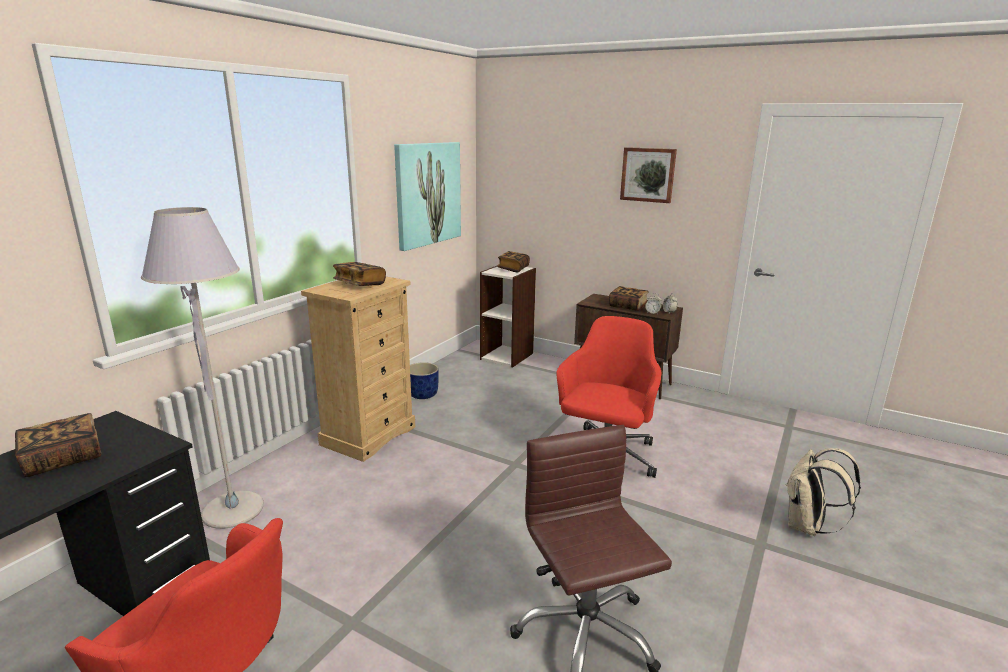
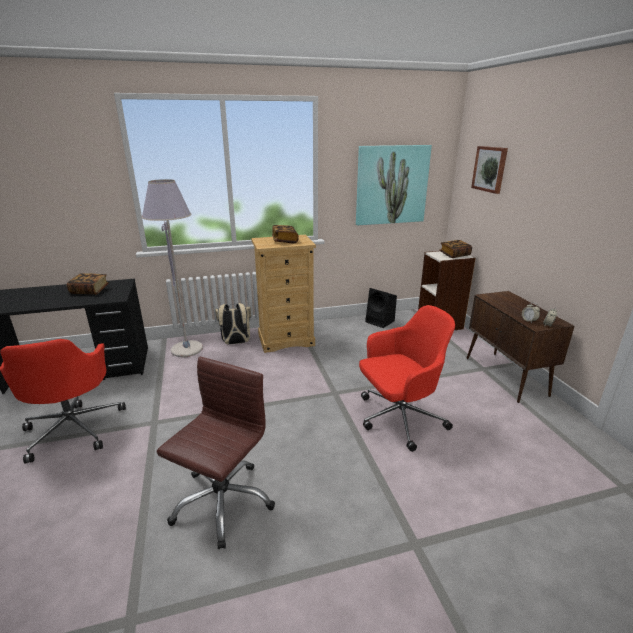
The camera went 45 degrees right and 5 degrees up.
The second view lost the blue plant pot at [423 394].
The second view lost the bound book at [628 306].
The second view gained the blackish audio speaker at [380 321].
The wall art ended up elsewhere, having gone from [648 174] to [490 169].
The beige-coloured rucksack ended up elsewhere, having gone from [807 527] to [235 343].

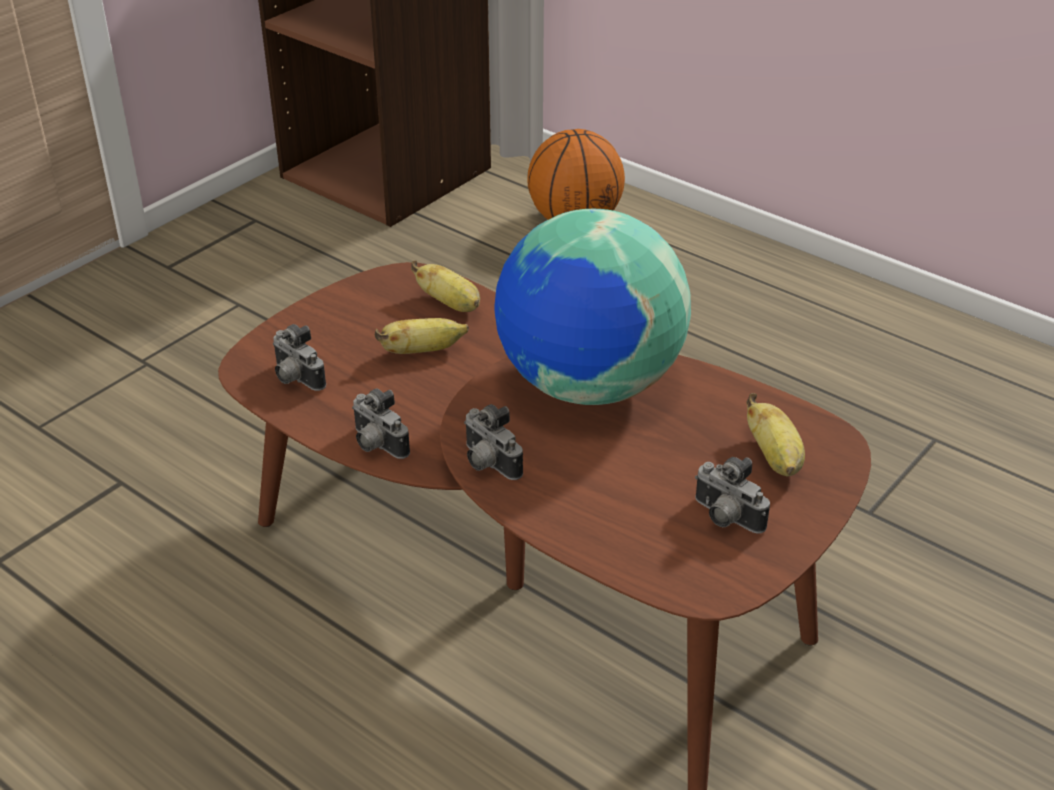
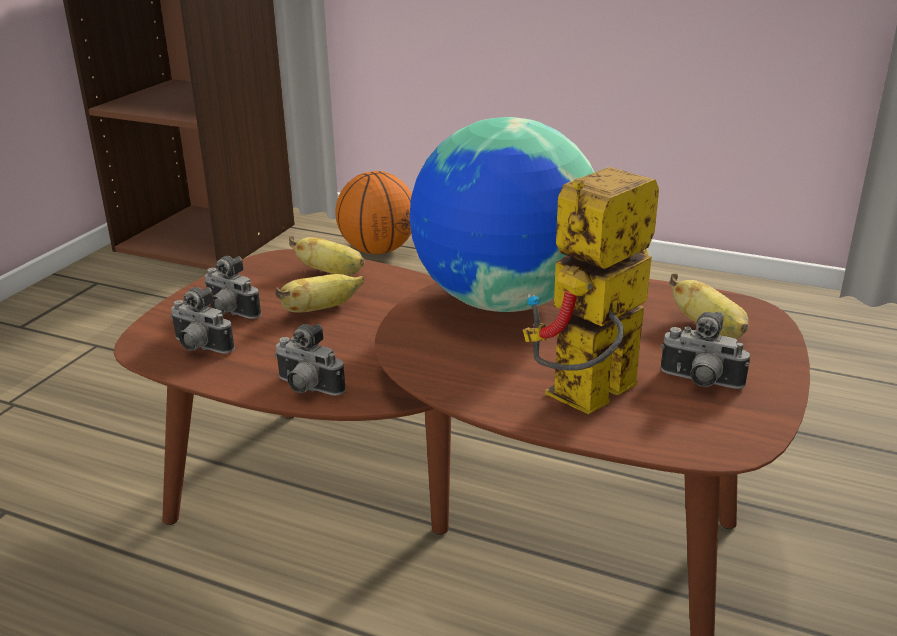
The camera went 15 degrees left and 10 degrees down.
The second view gained the model robot at [586 401].
The still camera ended up elsewhere, having gone from [487 464] to [229 313].

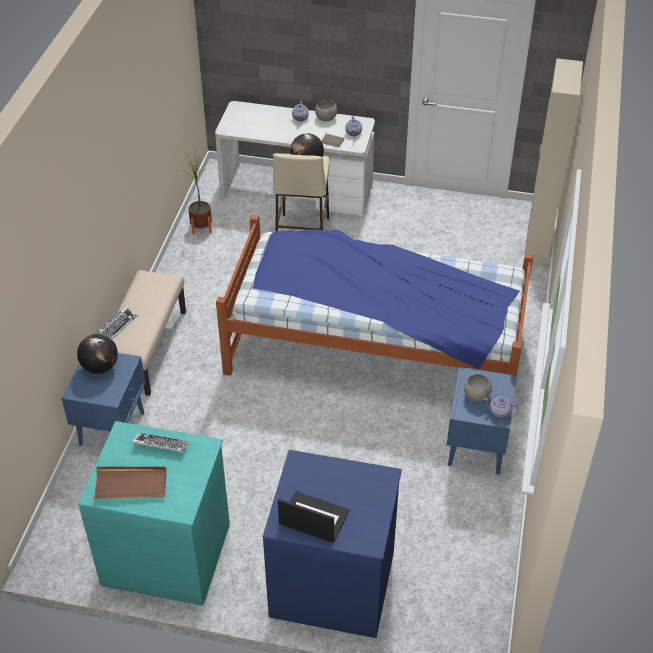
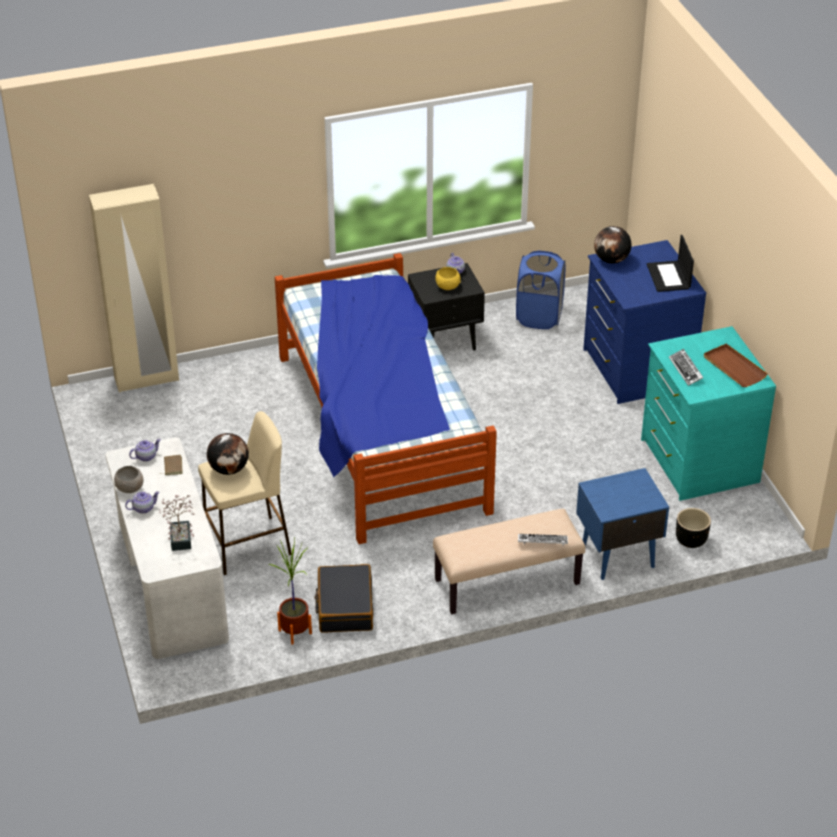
The camera went 120 degrees left and 5 degrees down.
The second view gained the houseplant at [181 536].
The second view gained the blackish travel case at [345 607].
The second view gained the blue washing basket at [539 317].
The second view gained the blackish plant pot at [691 541].
The world globe ended up elsewhere, having gone from [100 367] to [611 260].
What was the blue nightstand at [476 449] turned into the blackish nightstand at [446 341].
What was the greyish serving bowl at [477 395] turned into the yellowish serving bowl at [447 286].

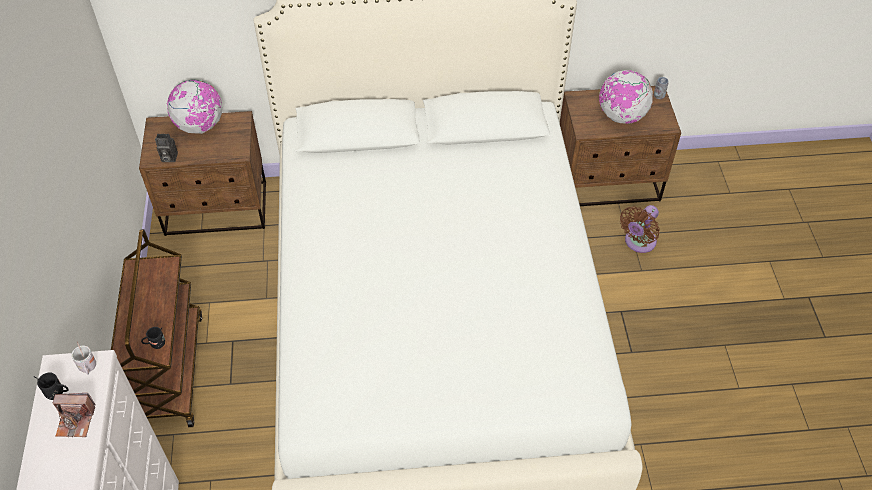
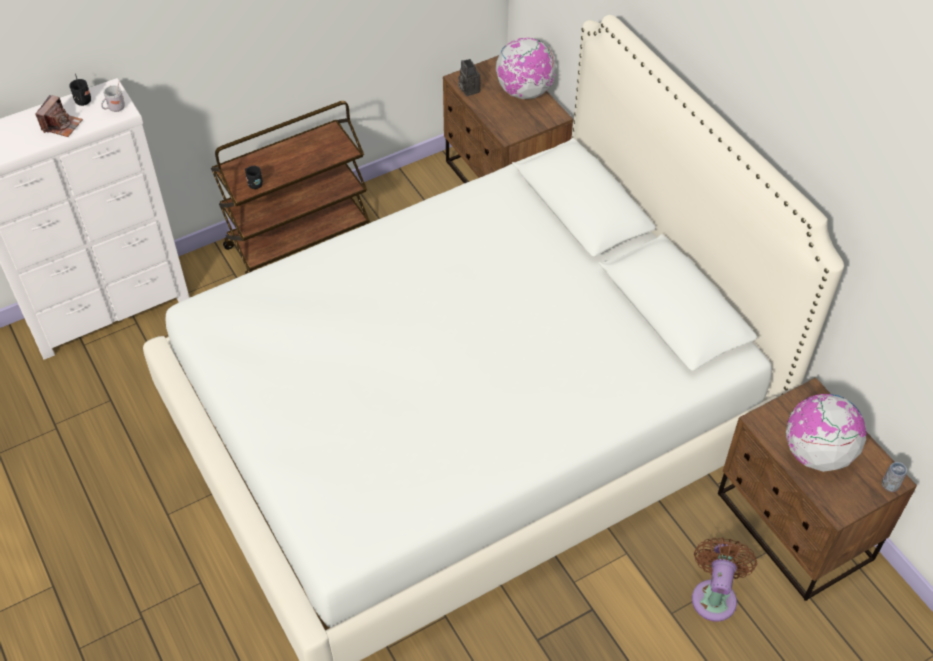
The camera went 65 degrees right and 0 degrees up.
The still camera at [76 421] ended up facing another way, 135 degrees counterclockwise from before.
The brownish cooling fan at [638 242] ended up facing another way, 90 degrees clockwise from before.

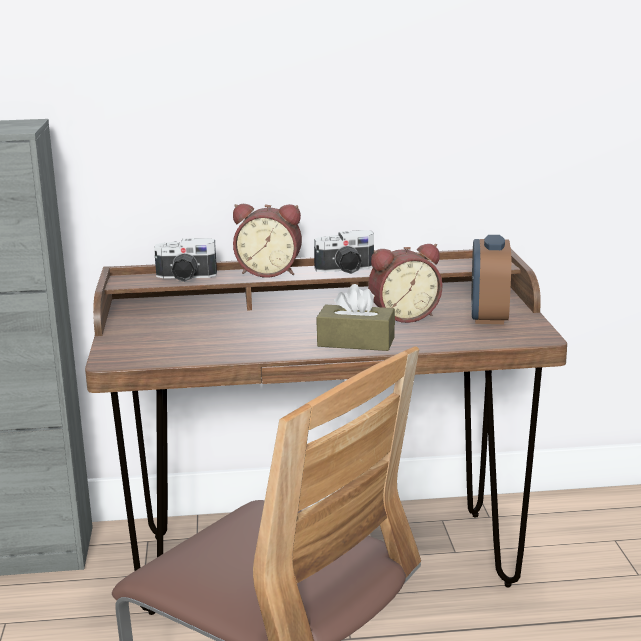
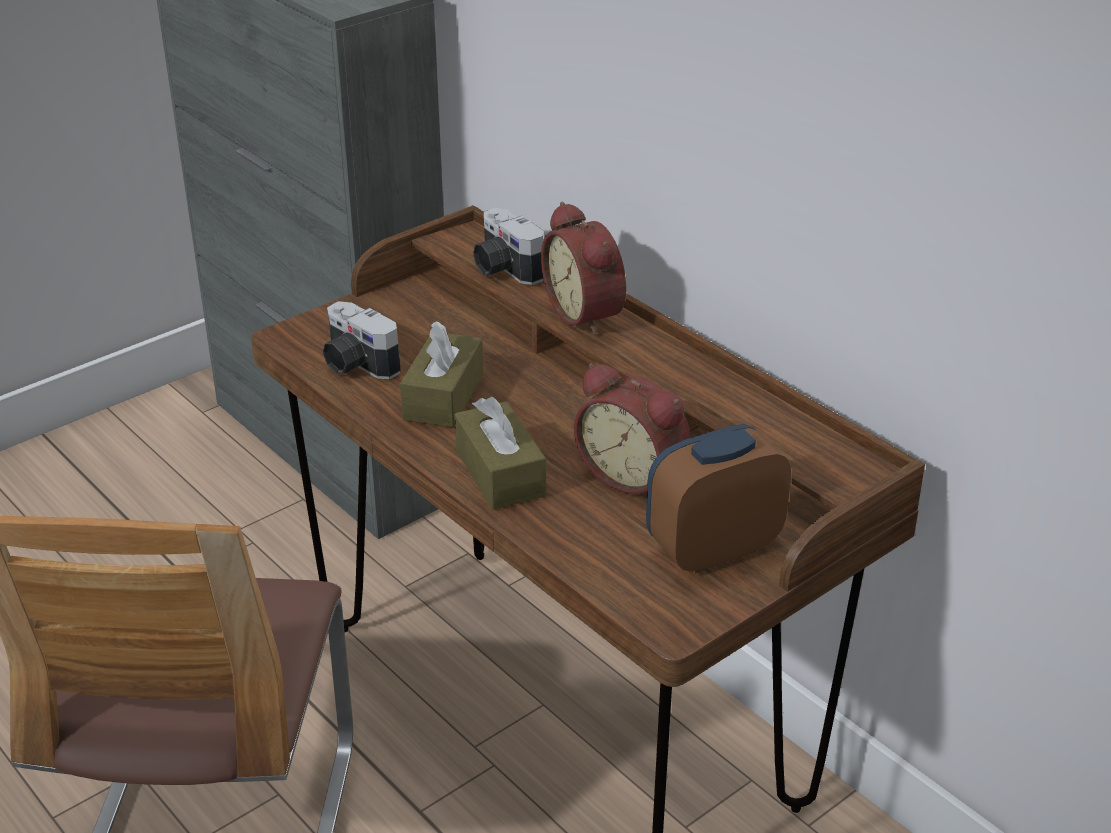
The camera went 55 degrees right and 15 degrees up.
The second view gained the brownish box of tissues at [443 396].
The still camera ended up elsewhere, having gone from [346 270] to [356 364].

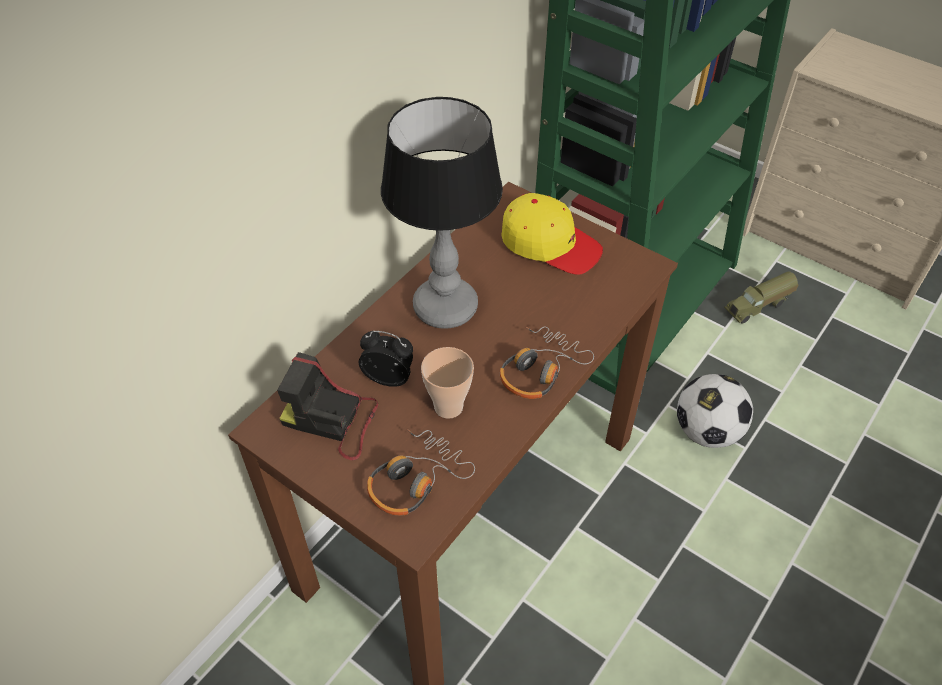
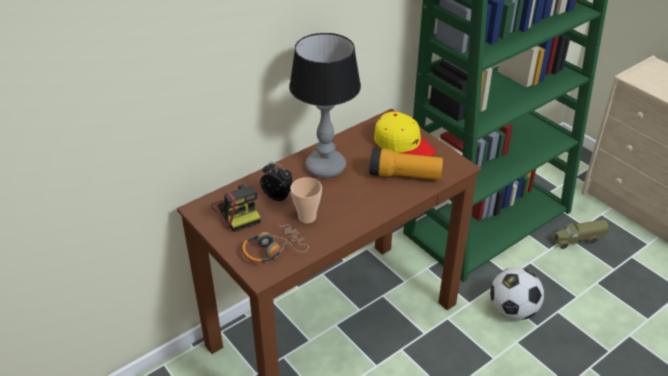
The camera went 15 degrees right and 10 degrees down.
The second view lost the headphones at [540 370].
The second view gained the hand torch at [405 175].
The still camera at [332 420] ended up facing another way, 150 degrees counterclockwise from before.

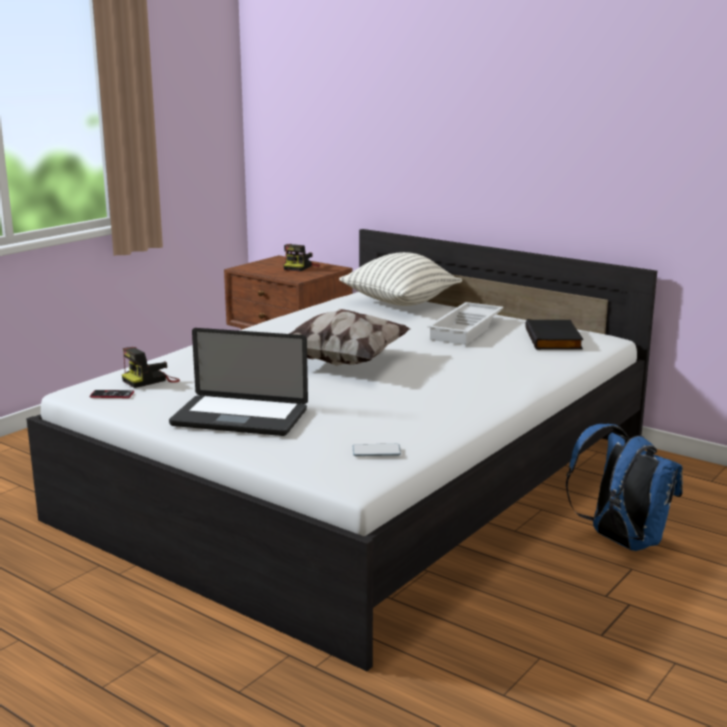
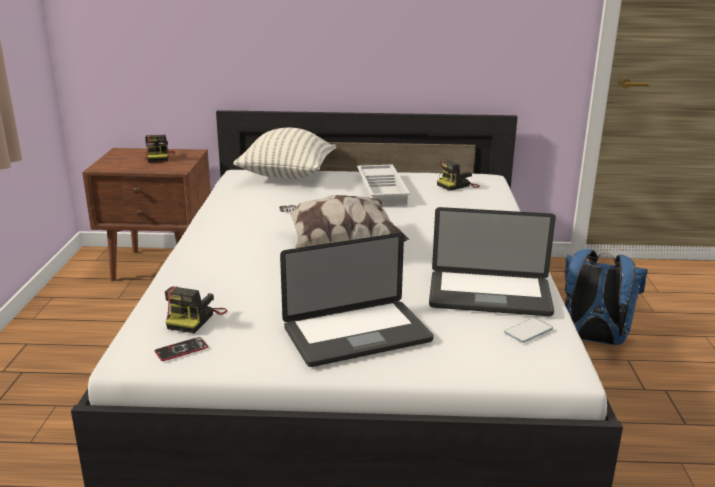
The camera went 35 degrees left and 5 degrees up.
The second view gained the portable computer at [489 295].
Where the blackish bound book stood at [555 339], the still camera came to stand at [457 185].

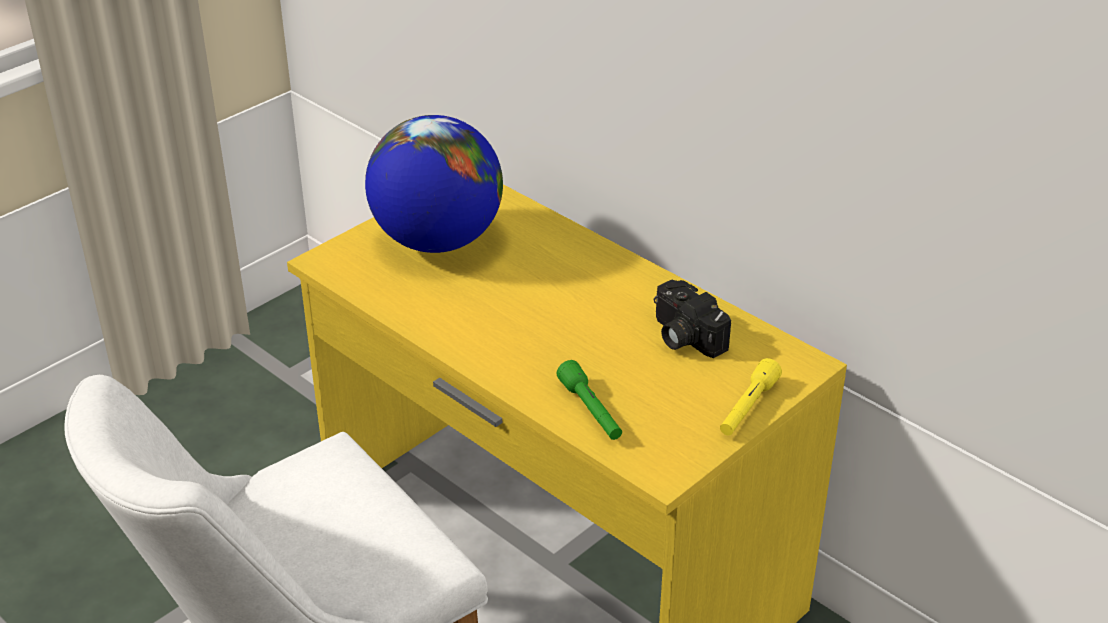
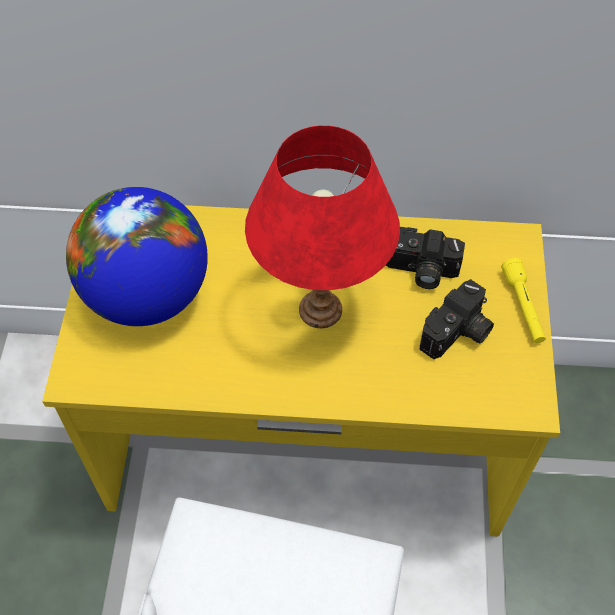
The camera went 40 degrees left and 20 degrees up.
The second view lost the greenish hand torch at [591 411].
The second view gained the reddish lamp for a table at [321 310].
The second view gained the still camera at [457 334].

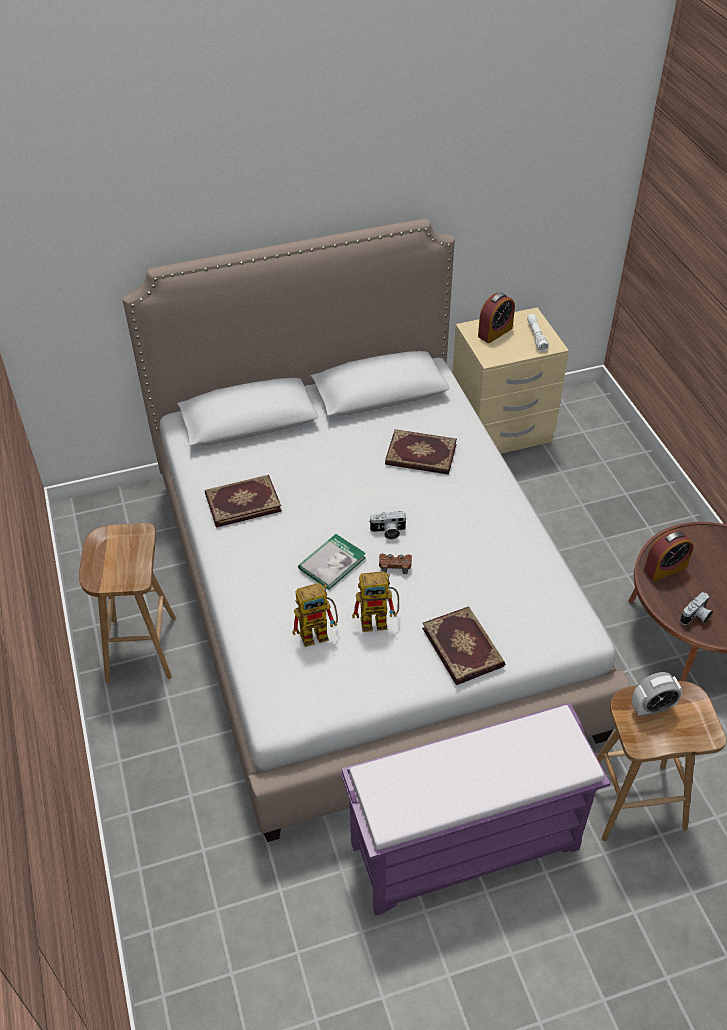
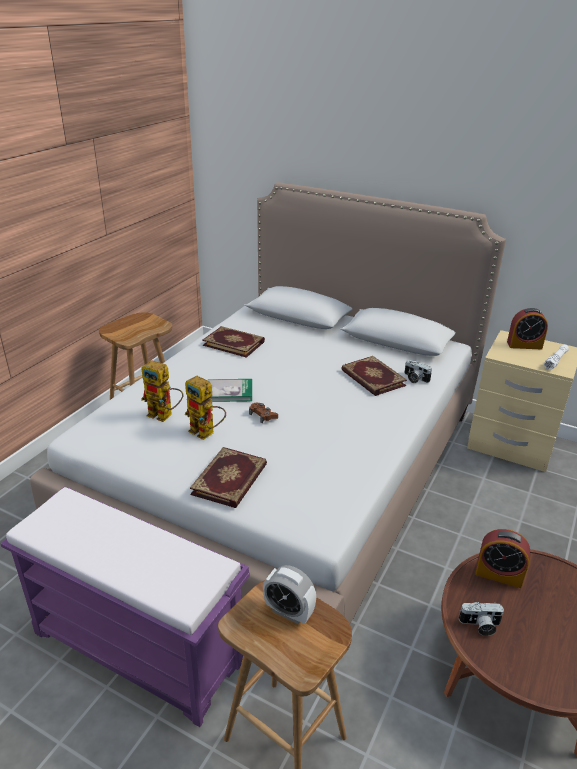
The camera went 45 degrees right and 15 degrees down.
The still camera ended up elsewhere, having gone from [388 532] to [414 379].

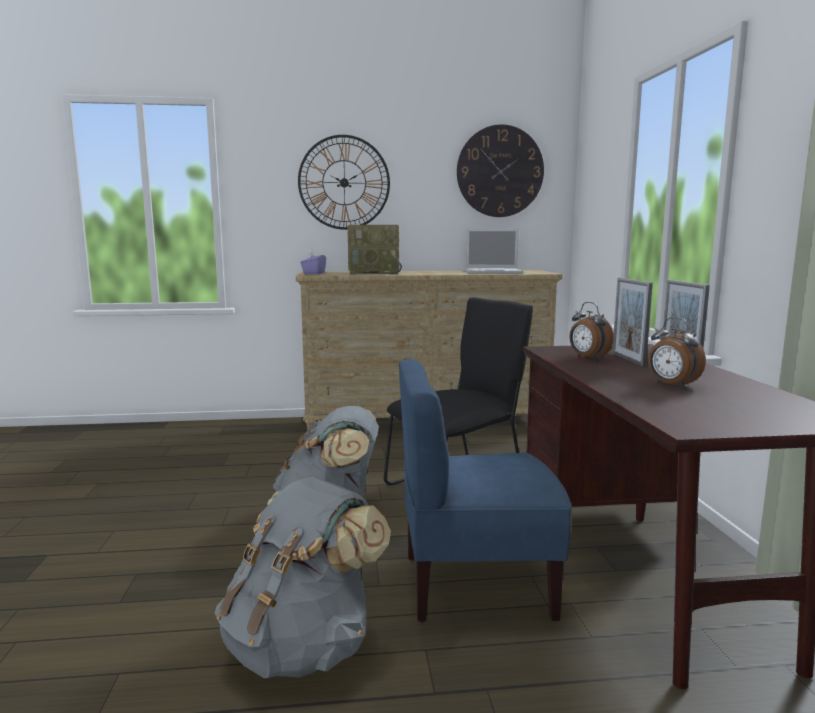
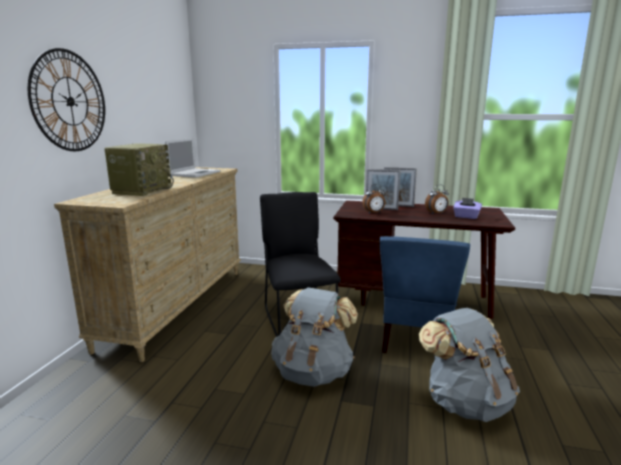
The camera went 70 degrees left and 5 degrees up.
The second view lost the wall clock at [500 171].
The purplish box of tissues ended up elsewhere, having gone from [313 273] to [466 217].

